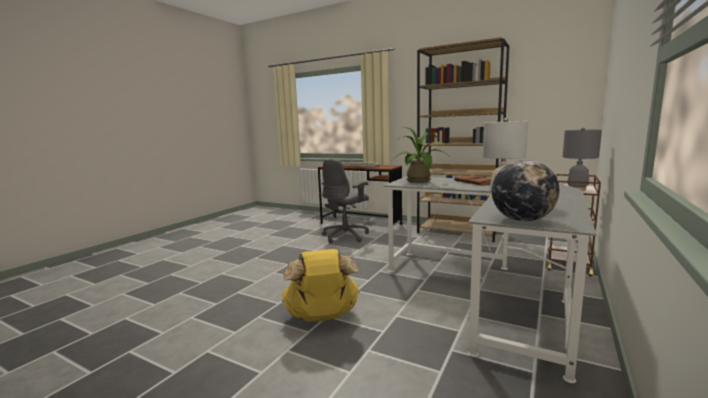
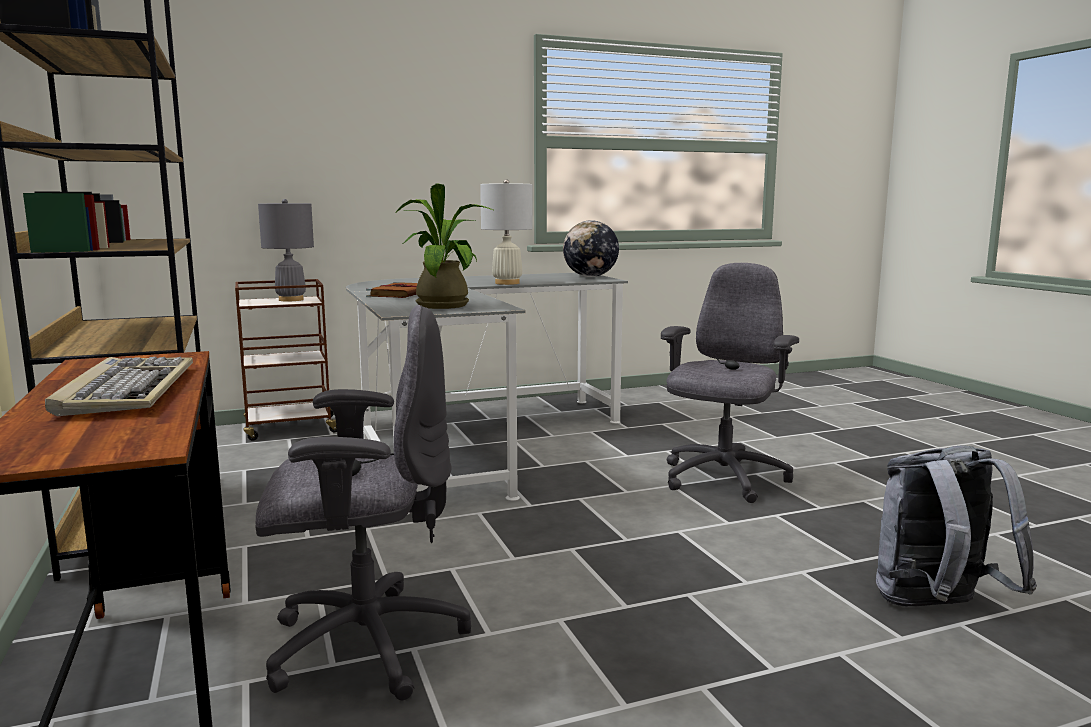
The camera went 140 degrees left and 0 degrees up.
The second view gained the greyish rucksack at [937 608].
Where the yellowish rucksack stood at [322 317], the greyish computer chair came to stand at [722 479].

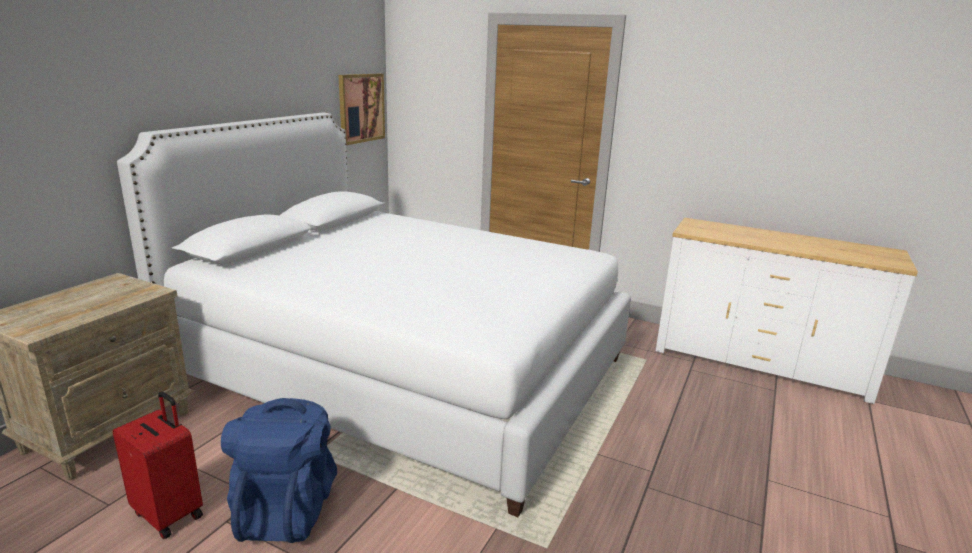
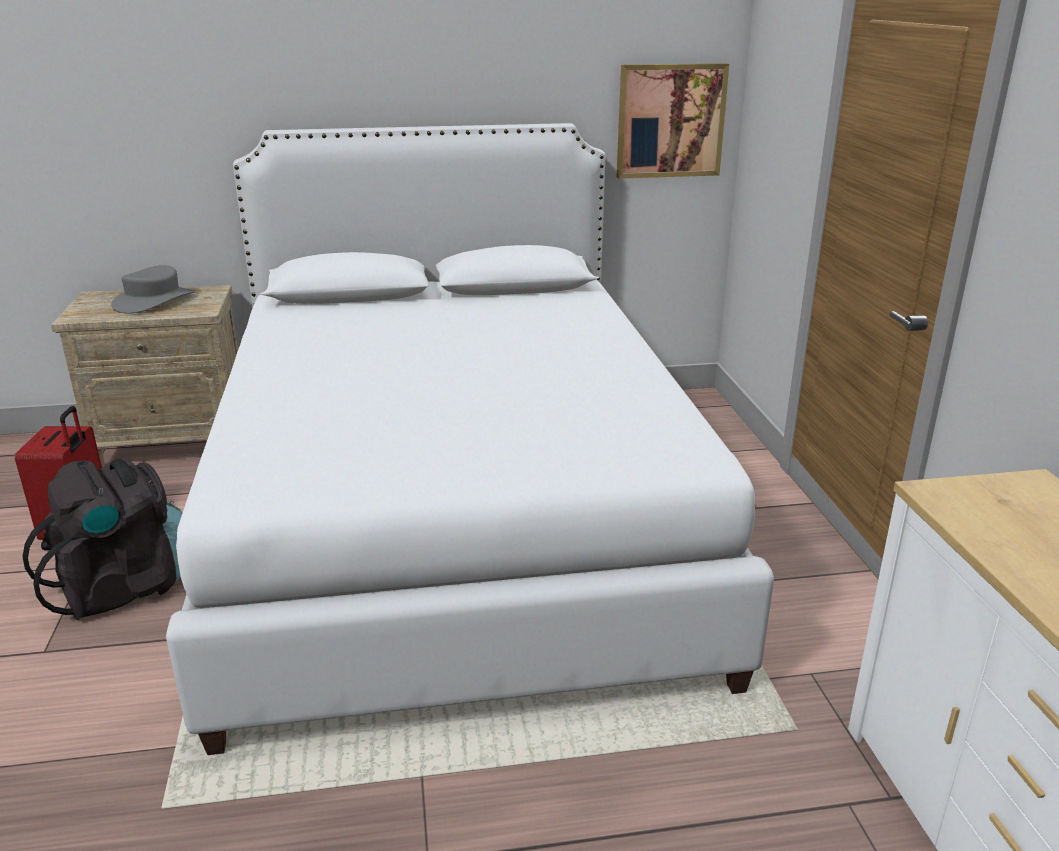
The camera went 55 degrees right and 5 degrees up.
The second view gained the greyish hat at [154 301].
What was the blue rucksack at [287 508] turned into the blackish rucksack at [123 586].

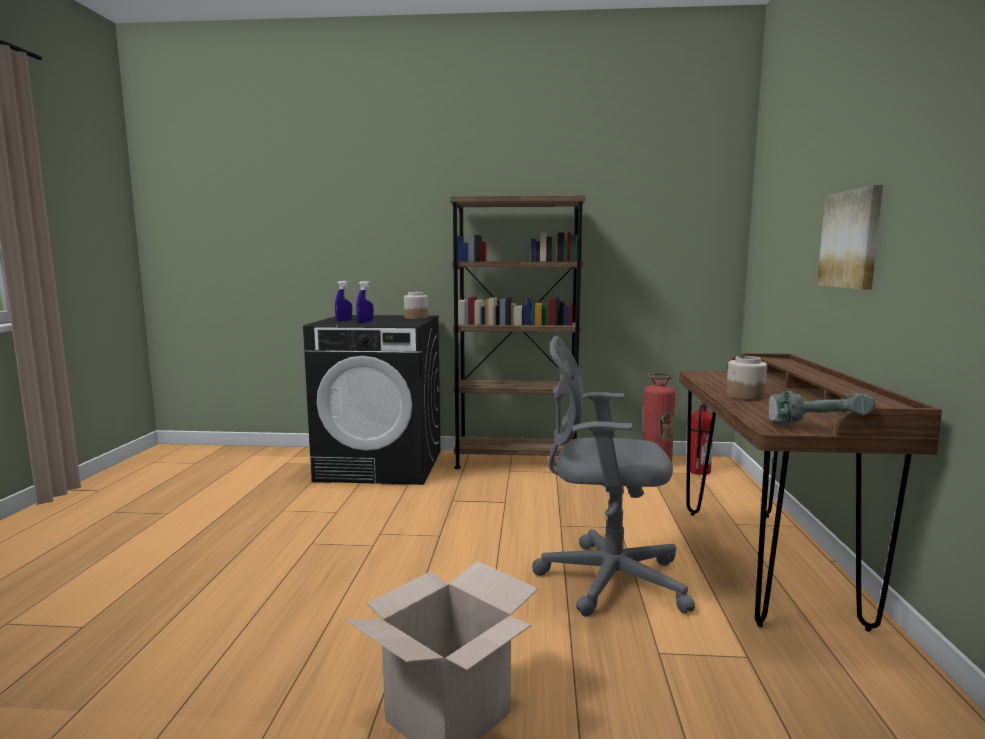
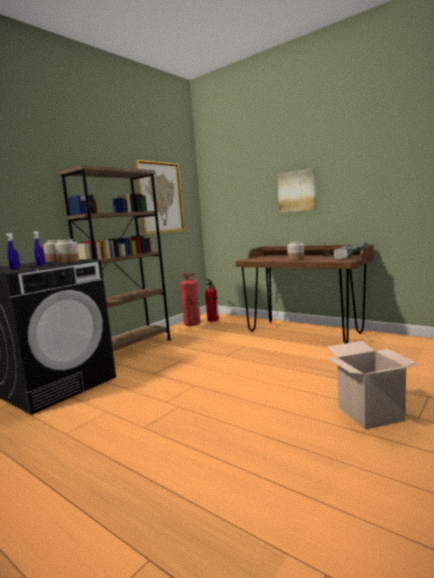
The camera went 55 degrees left and 0 degrees up.
The second view lost the greyish computer chair at [605 579].
The second view gained the jar at [69 262].
The second view gained the wall art at [160 197].

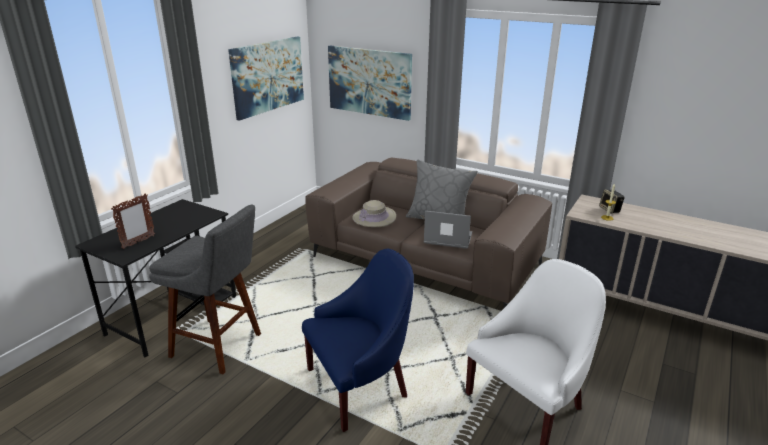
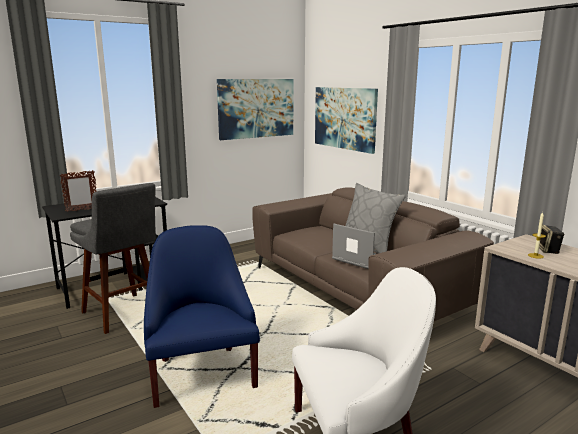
The camera went 25 degrees right and 10 degrees down.
The second view lost the beige-coloured hat at [374 218].
The blue easy chair at [360 386] ended up facing another way, 105 degrees counterclockwise from before.

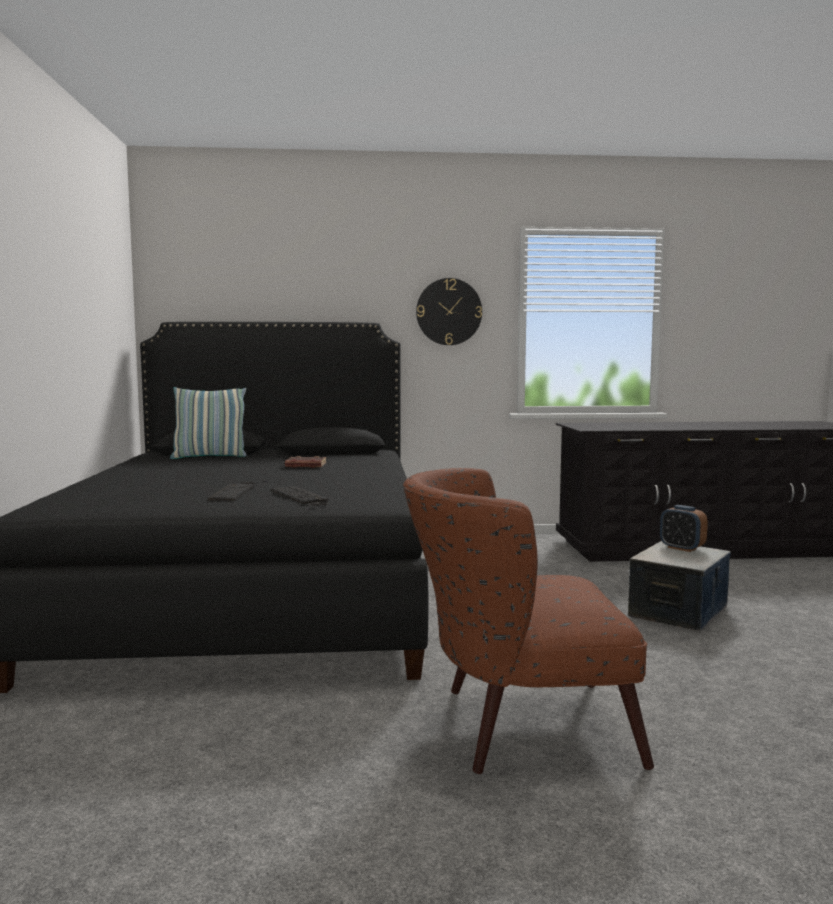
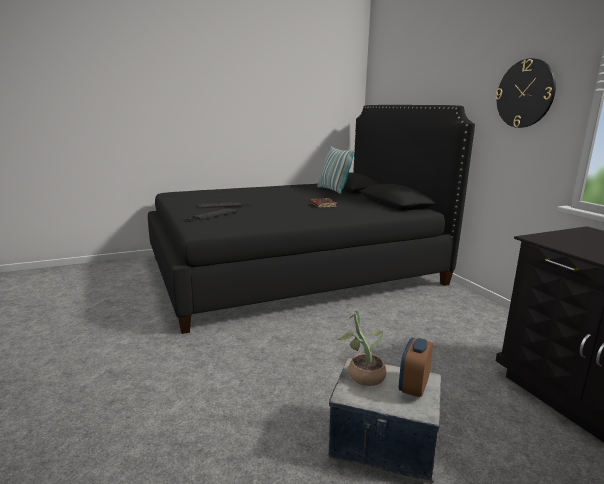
The camera went 70 degrees right and 10 degrees up.
The second view lost the brownish easy chair at [515 726].
The second view gained the houseplant at [362 374].

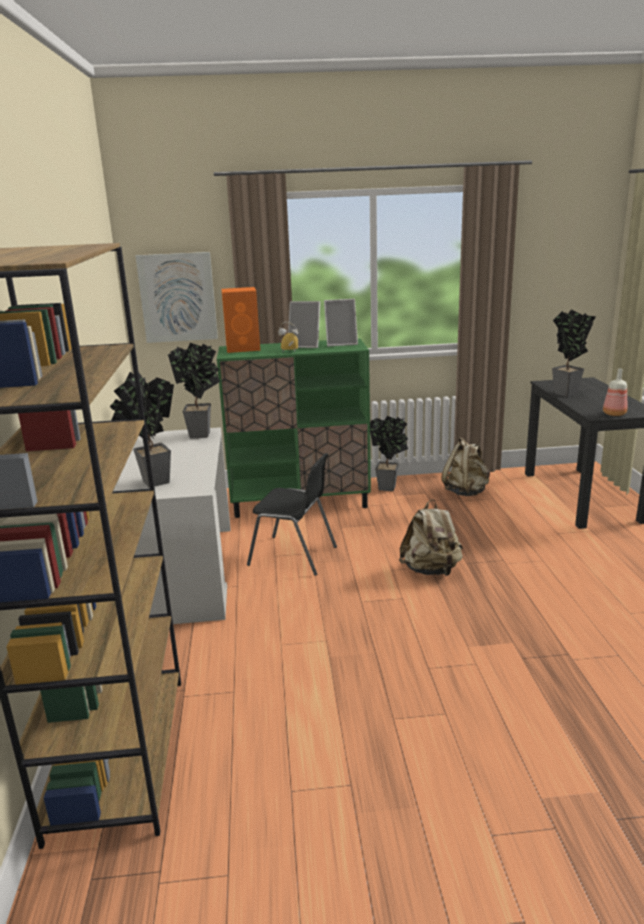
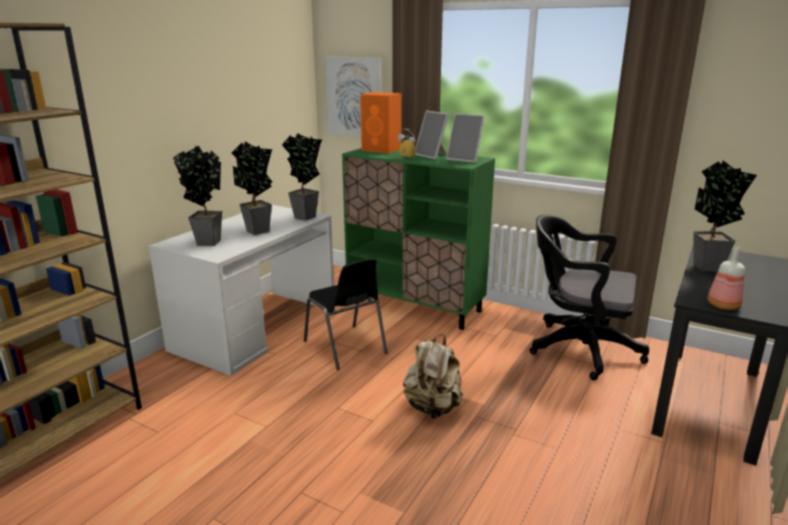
The camera went 35 degrees right and 0 degrees up.
The houseplant ended up elsewhere, having gone from [389 488] to [257 232].
Where the beige-coloured rucksack stood at [466 492], the blackish computer chair came to stand at [578 348].

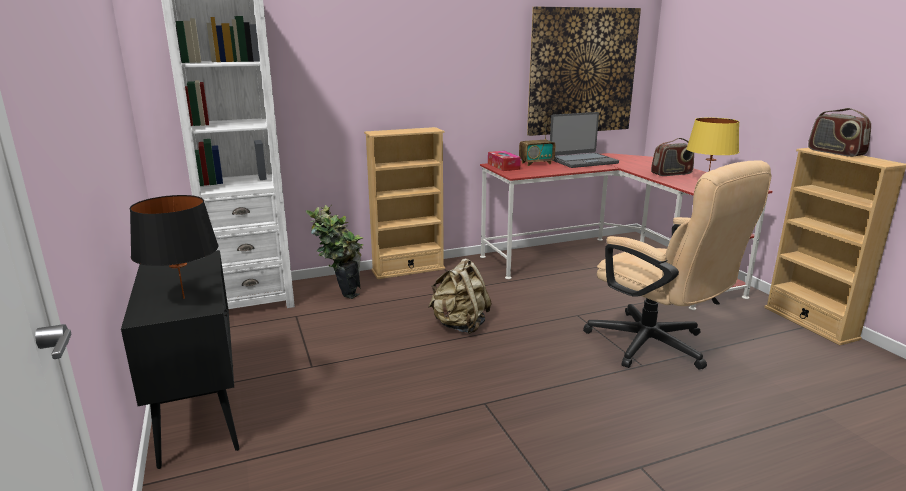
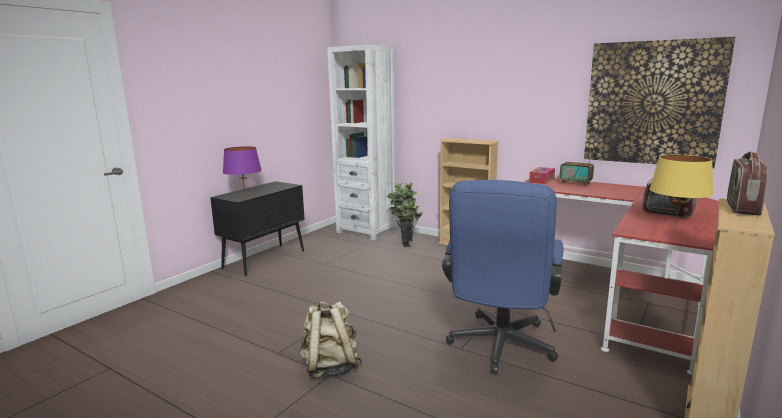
The camera went 55 degrees right and 5 degrees down.
The second view lost the portable computer at [582 161].
The beige-coloured rucksack ended up elsewhere, having gone from [460 325] to [330 368].
What was the blackish lamp for a table at [184 298] turned into the purplish lamp for a table at [244 195].
What was the beige-coloured computer chair at [657 347] turned into the blue computer chair at [499 348].

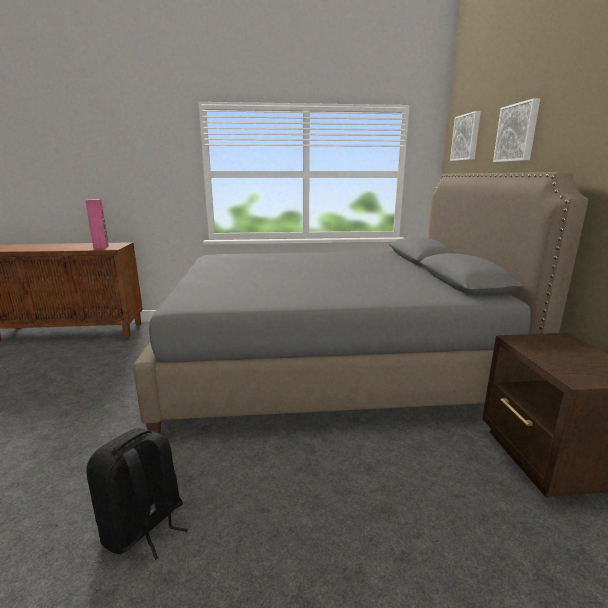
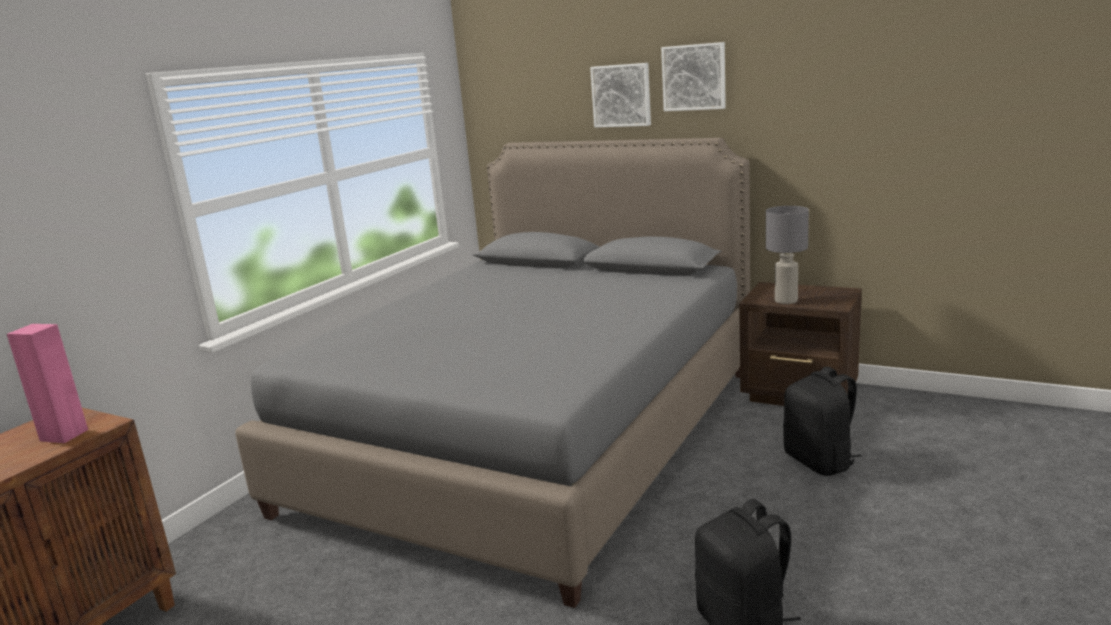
The camera went 55 degrees left and 0 degrees up.
The second view gained the greyish lamp for a table at [785 301].
The second view gained the blackish rucksack at [820 462].
The wall art ended up elsewhere, having gone from [466 137] to [694 77].

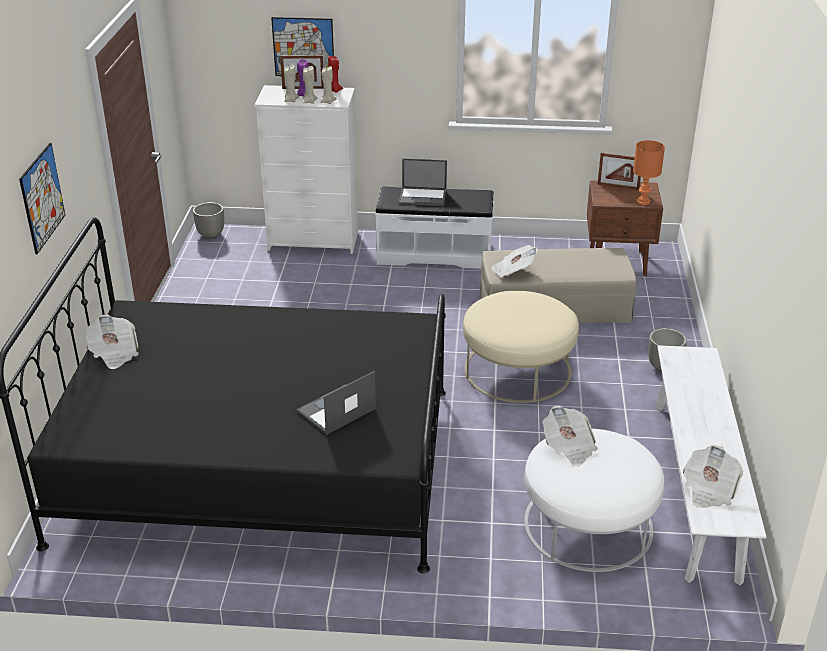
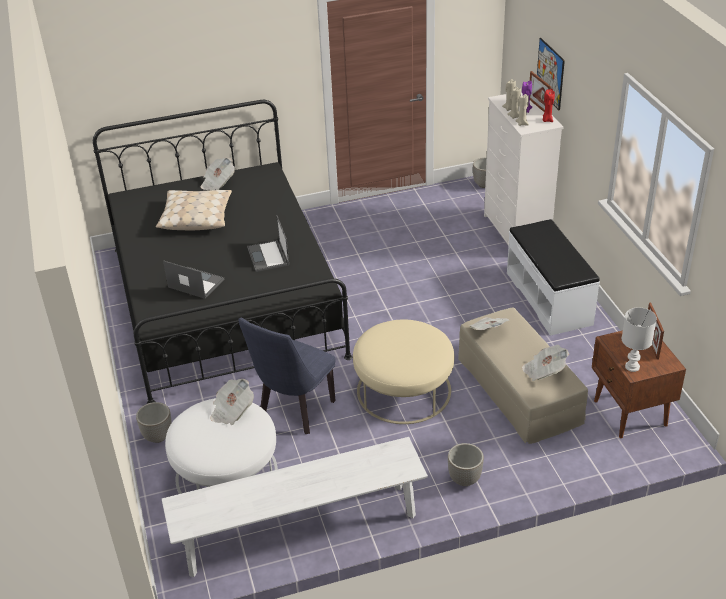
The camera went 70 degrees right and 5 degrees up.
The second view lost the wall art at [42 197].
The second view gained the plant pot at [158 436].
The second view gained the beige-coloured pillow at [196 217].
The second view gained the blue upright chair at [294 412].
The portable computer ended up elsewhere, having gone from [423 197] to [268 256].
The daily paper ended up elsewhere, having gone from [709 490] to [544 371].
What was the orange lamp for a table at [643 201] turned into the white-coloured lamp for a table at [632 366].

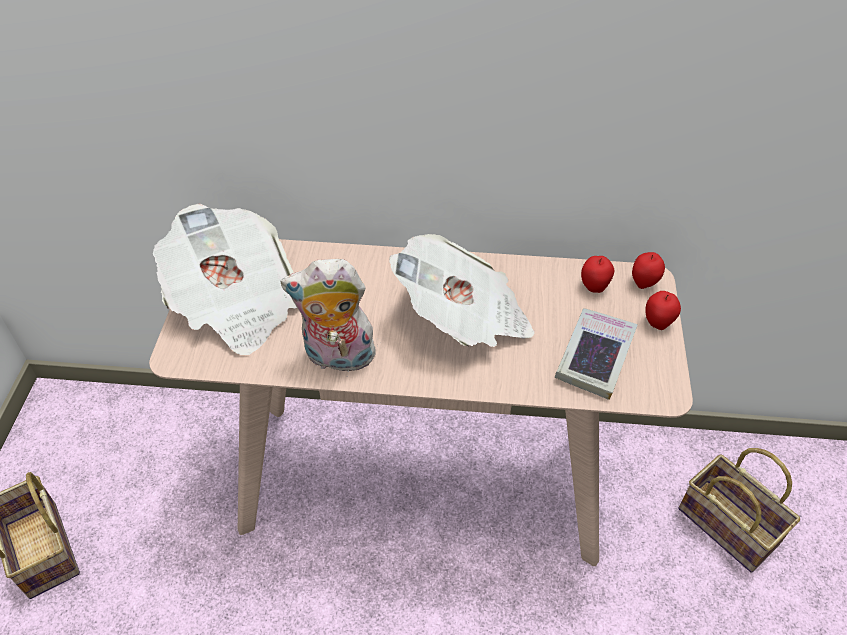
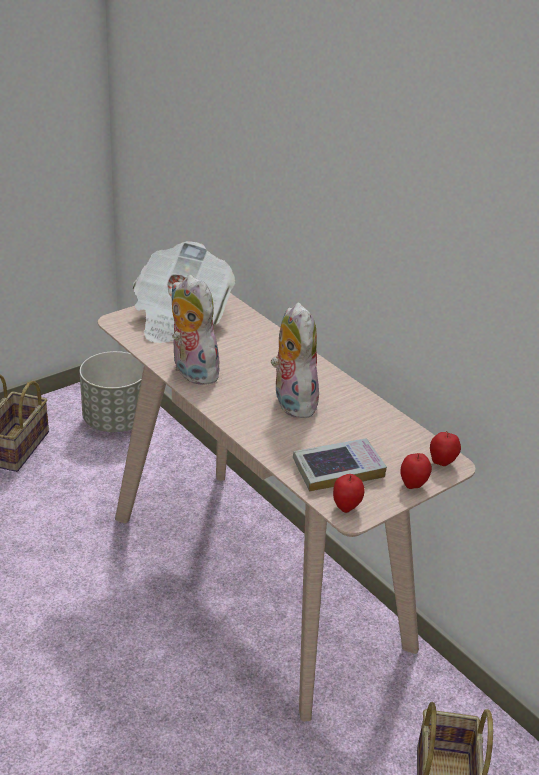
The camera went 45 degrees right and 15 degrees down.
The second view gained the greyish plant pot at [116 420].
The apple ended up elsewhere, having gone from [594 287] to [346 507].
Where the daily paper stood at [464 318], the soft toy came to stand at [291 402].

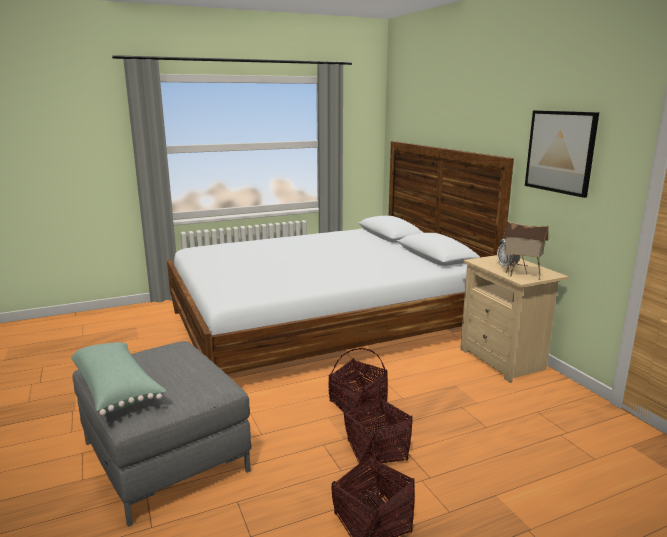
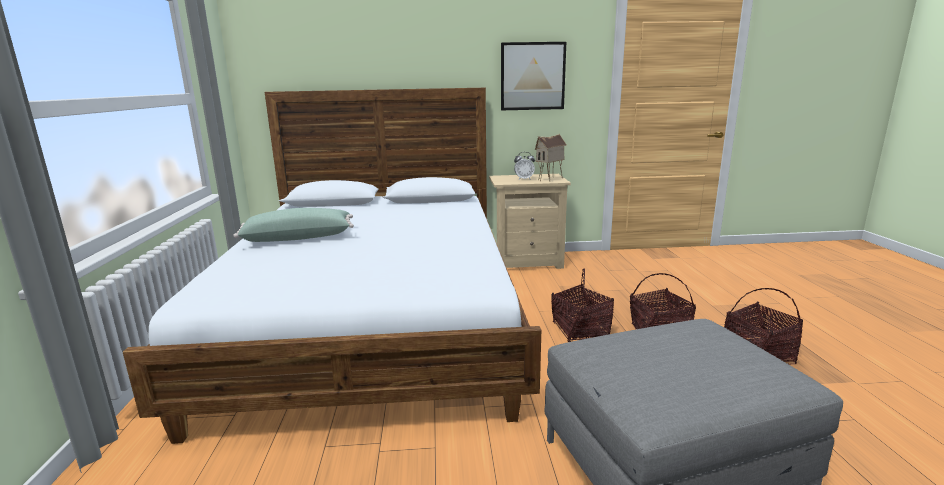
The camera went 70 degrees left and 0 degrees up.
The greenish pillow ended up elsewhere, having gone from [117 389] to [298 237].

